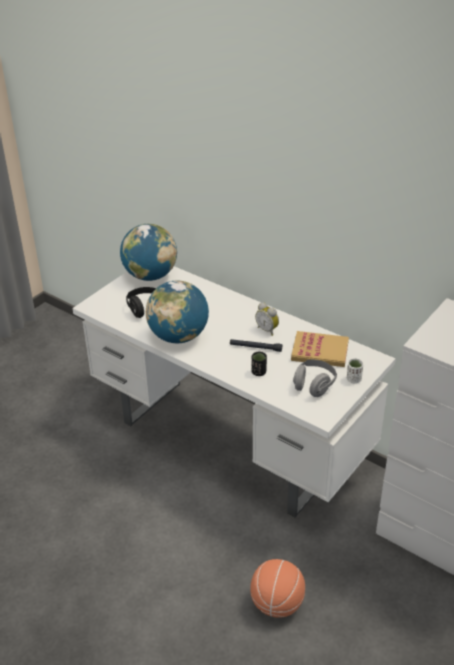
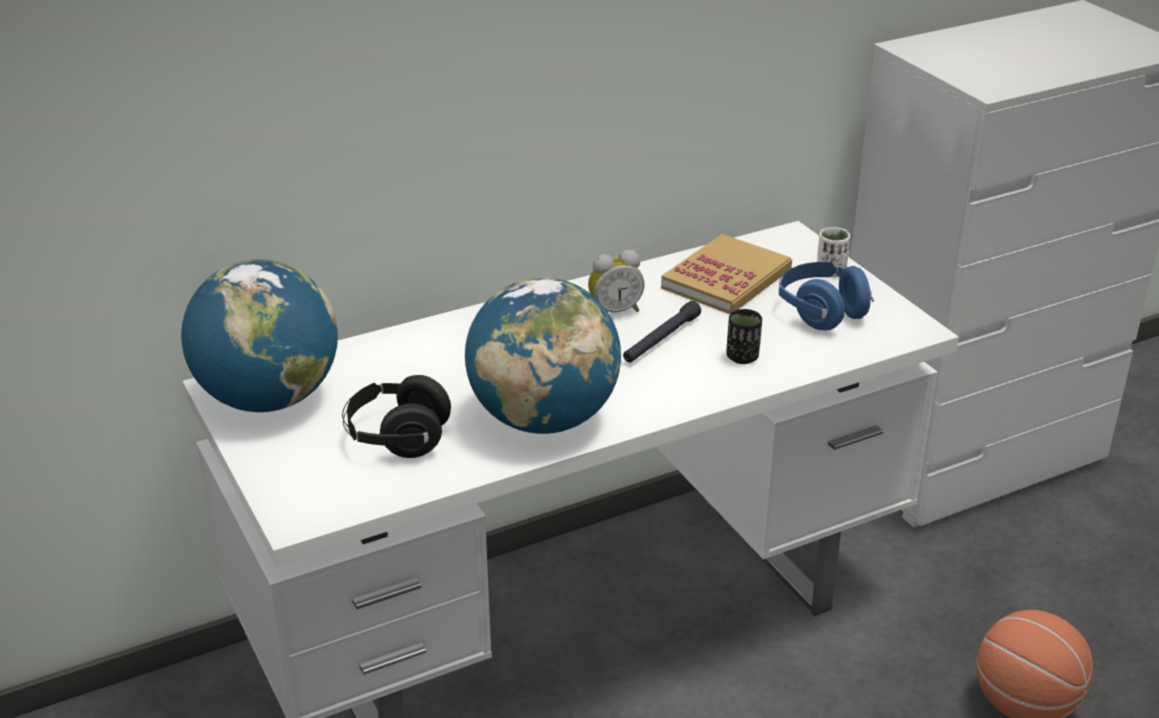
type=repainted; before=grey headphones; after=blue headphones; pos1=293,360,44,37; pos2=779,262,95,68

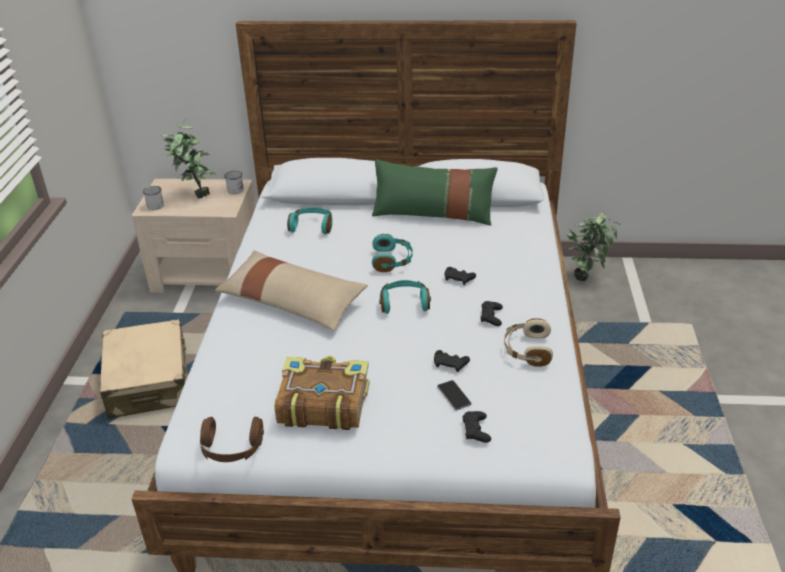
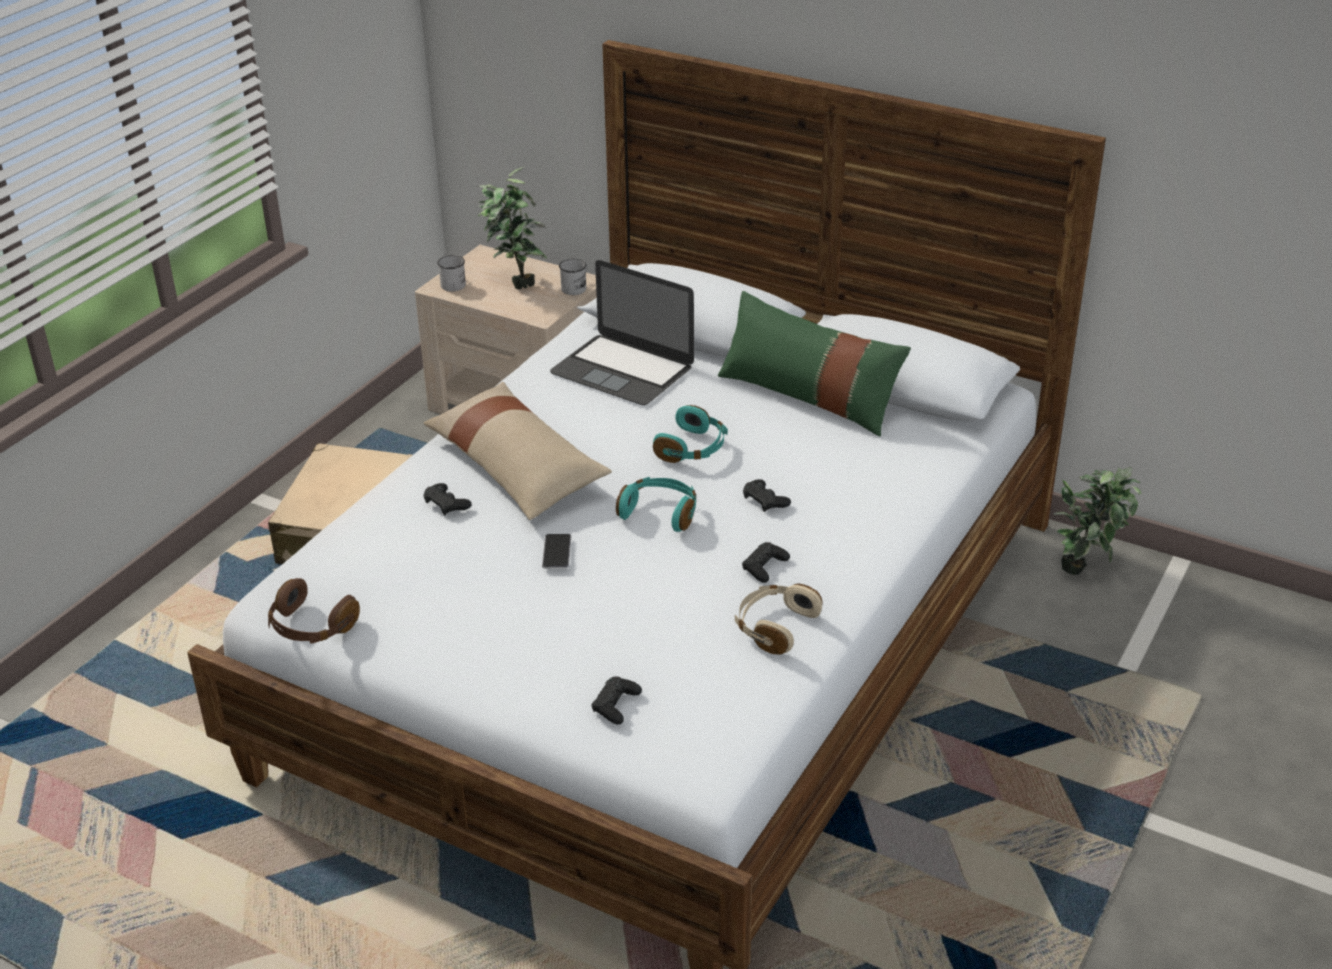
type=swapped; before=turquoise headphones; after=laptop; pos1=287,208,46,27; pos2=550,260,144,145
type=shifted; before=black game controller; pos1=434,350,36,22; pos2=423,483,49,33
type=gone; before=book; pos1=274,356,95,74
type=shifted; before=phone; pos1=437,380,35,30; pos2=542,534,29,35

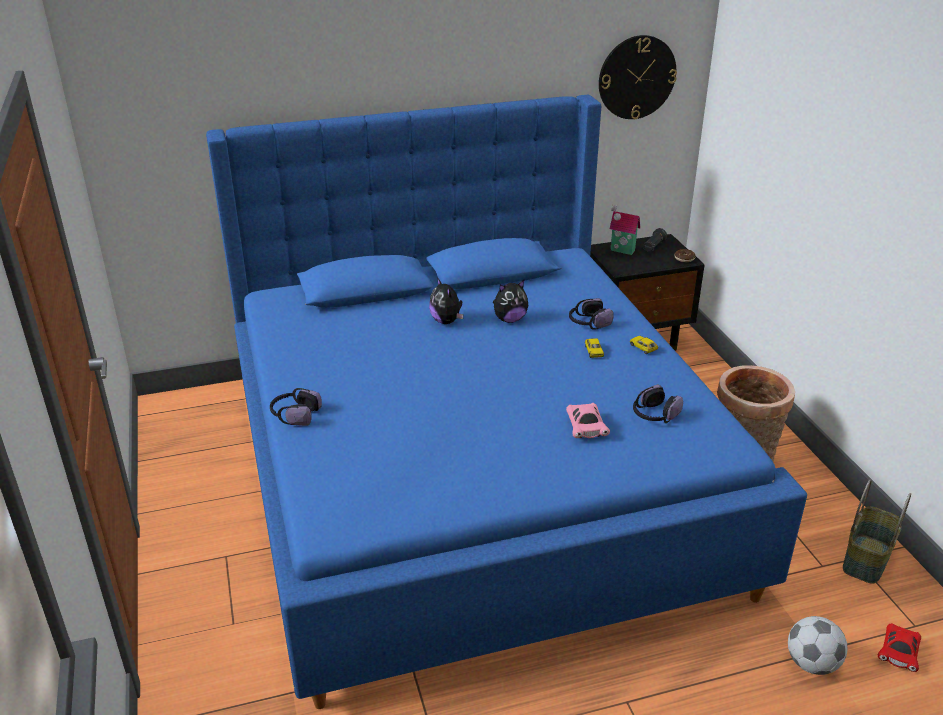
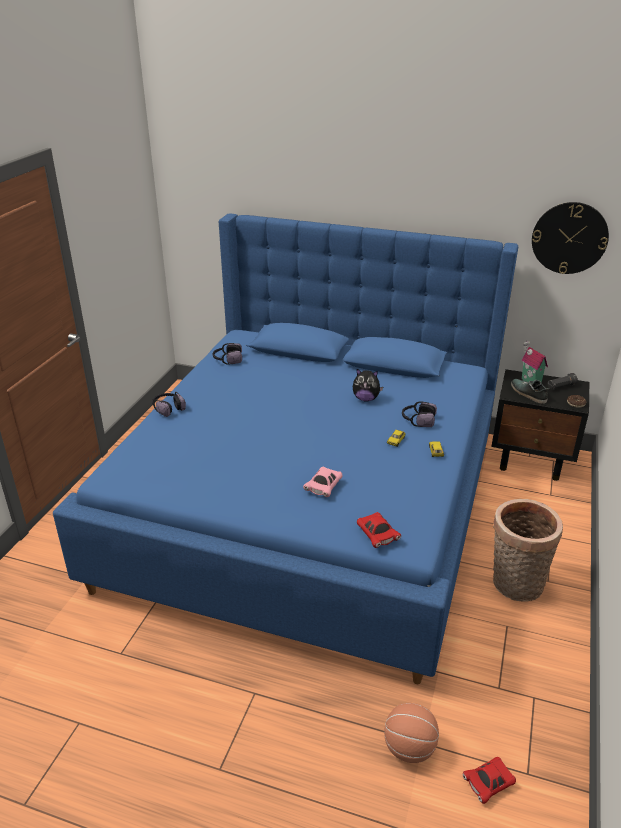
type=gone; before=plush toy; pos1=429,277,34,47
type=shifted; before=headphones; pos1=633,384,50,39; pos2=213,343,29,22
type=gone; before=basket; pos1=843,479,68,105
type=swapped; before=football; after=basketball; pos1=788,616,59,59; pos2=384,703,55,60
type=new; after=shoe; pos2=511,379,39,25
type=new; after=red toy car; pos2=357,512,44,36

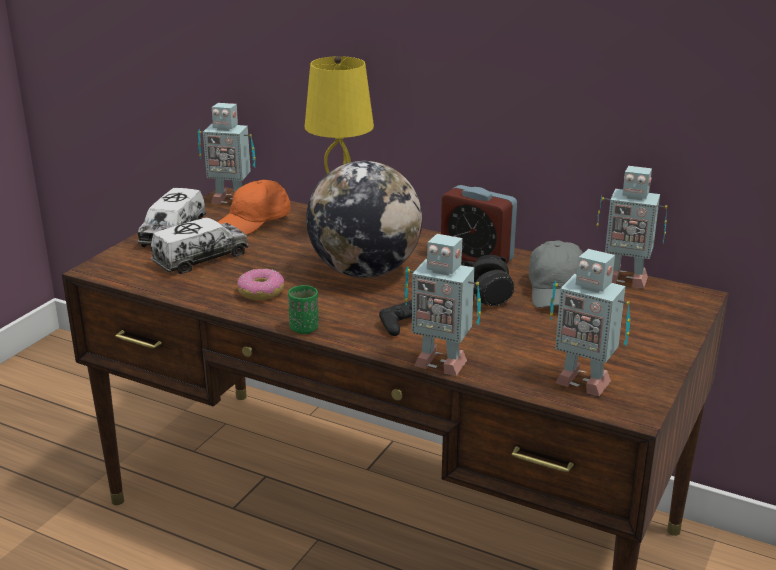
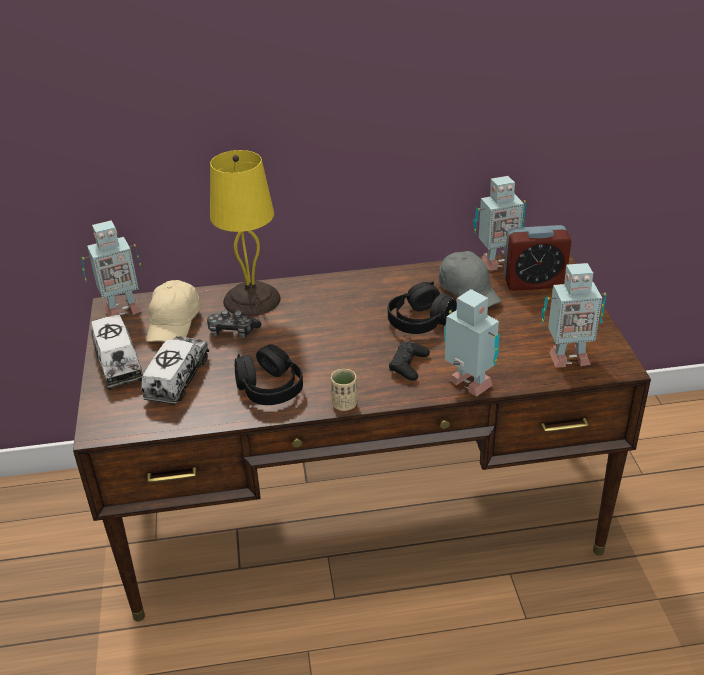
type=gone; before=globe; pos1=306,161,116,117
type=repainted; before=orange cap; after=beige cap; pos1=218,180,73,55; pos2=146,280,55,62
type=shifted; before=alarm clock; pos1=441,185,76,78; pos2=504,225,68,66
type=rotated; before=toy robot; pos1=404,234,77,142; pos2=444,289,56,107; turn=-120
type=swapped; before=donut; after=black headphones; pos1=237,269,48,31; pos2=235,344,68,61
type=repainted; before=green cup; after=beige cup; pos1=288,285,30,49; pos2=331,369,26,42
type=new; after=game controller; pos2=207,310,54,28

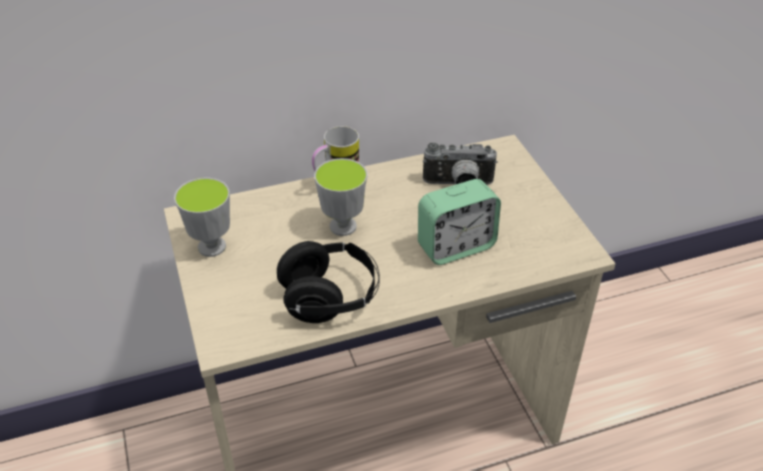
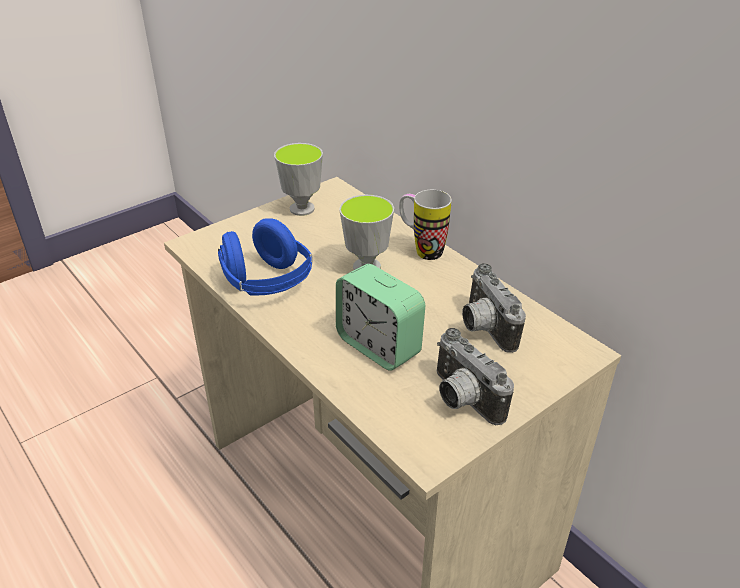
type=repainted; before=black headphones; after=blue headphones; pos1=277,241,103,82; pos2=218,218,95,77
type=new; after=photo camera; pos2=437,328,77,97

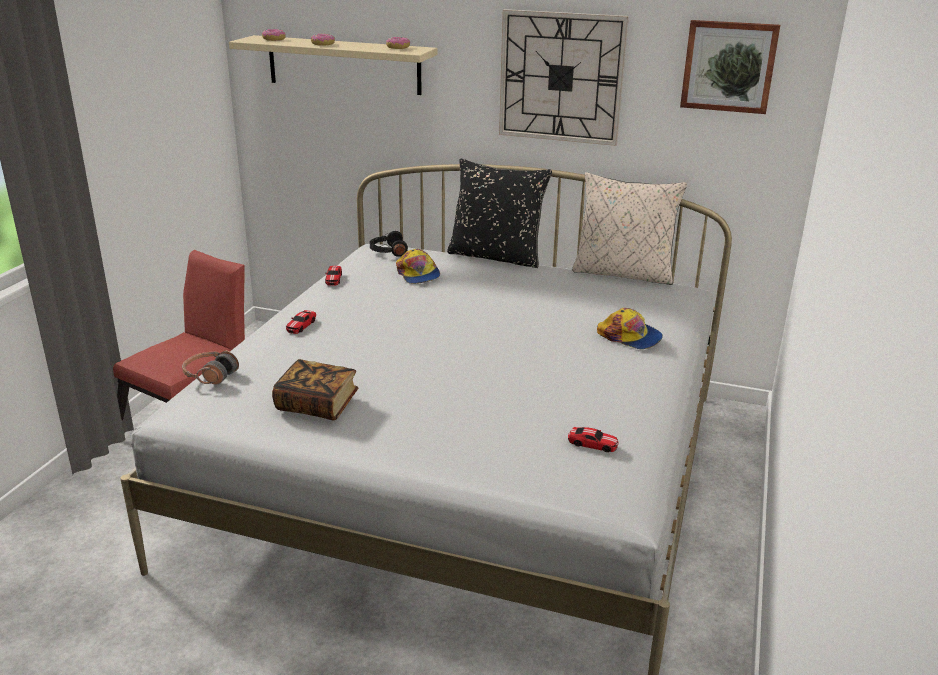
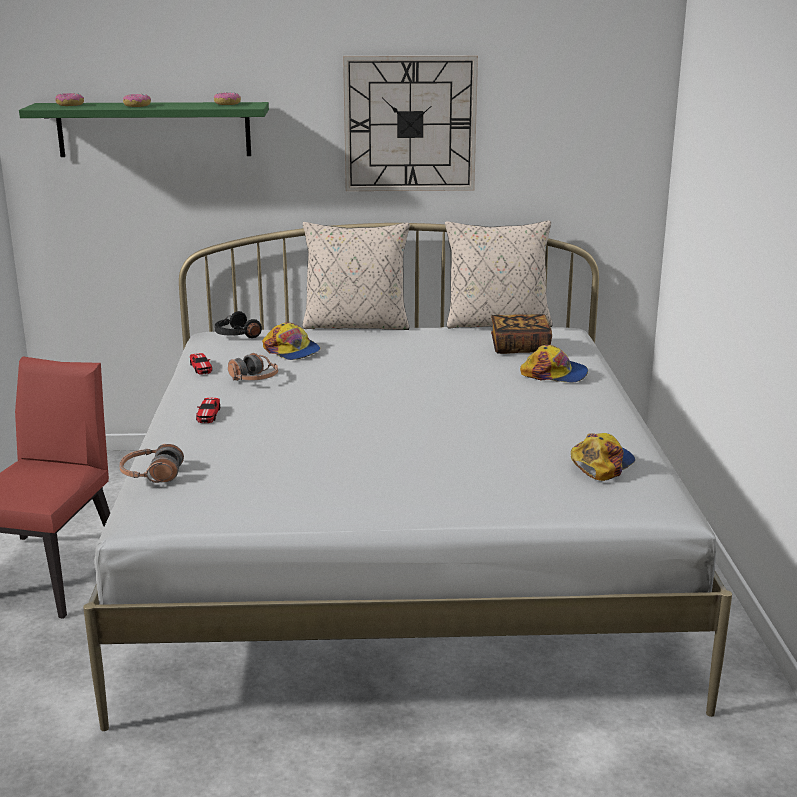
type=gone; before=picture; pos1=680,20,100,94
type=repainted; before=beige shelf; after=green shelf; pos1=229,35,209,60; pos2=19,102,250,55
type=repainted; before=black pillow; after=beige pillow; pos1=447,158,105,110; pos2=302,222,108,108
type=shifted; before=book; pos1=272,359,86,61; pos2=491,314,61,40
type=swapped; before=toy car; after=cap; pos1=568,427,51,25; pos2=571,433,64,48
type=new; after=headphones; pos2=228,353,50,28

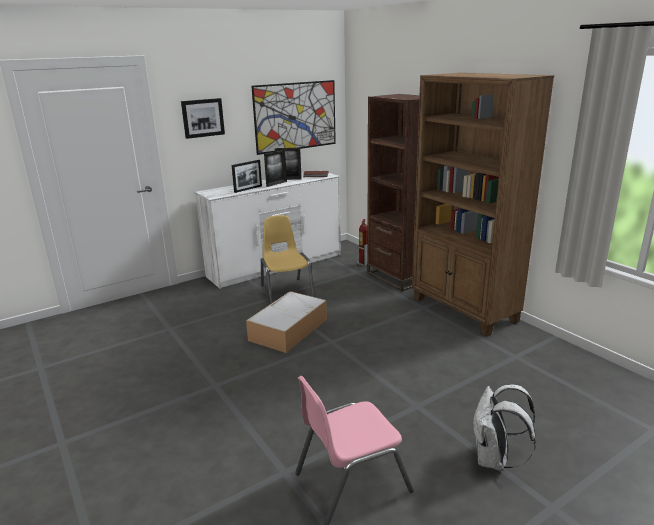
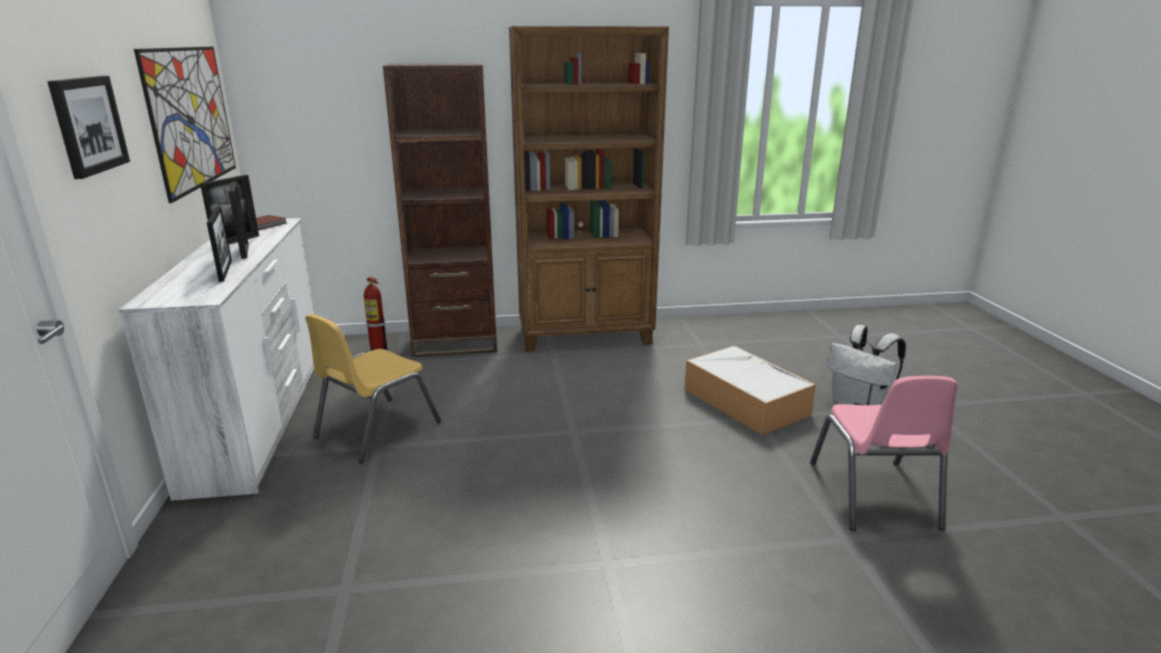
type=rotated; before=yellow chair; pos1=261,215,54,89; pos2=305,314,136,149; turn=-60
type=shifted; before=storage box; pos1=246,291,81,62; pos2=684,346,132,89

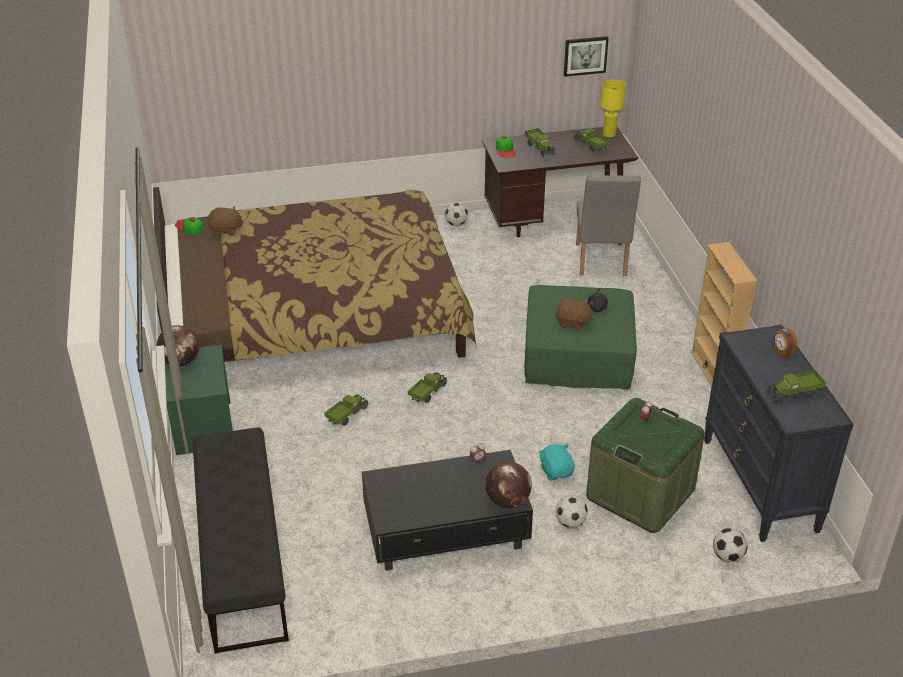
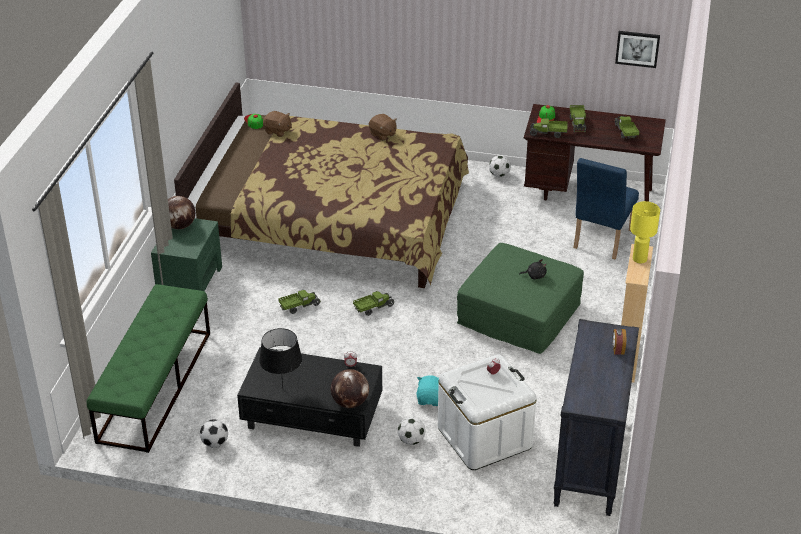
type=shifted; before=yellow table lamp; pos1=600,80,26,57; pos2=630,201,30,62
type=repainted; before=grey chair; after=blue chair; pos1=576,175,65,101; pos2=574,158,65,101
type=shifted; before=brown plush toy; pos1=556,297,38,34; pos2=369,114,28,27
type=shifted; before=toy truck; pos1=765,370,61,34; pos2=529,118,39,20
type=repainted; before=green storage box; after=white storage box; pos1=586,398,119,135; pos2=438,354,99,116
type=repainted; before=black bench; after=green bench; pos1=193,428,96,226; pos2=87,284,123,169
type=shifted; before=football; pos1=713,528,35,34; pos2=200,419,28,29
type=new; after=black table lamp; pos2=259,328,43,60

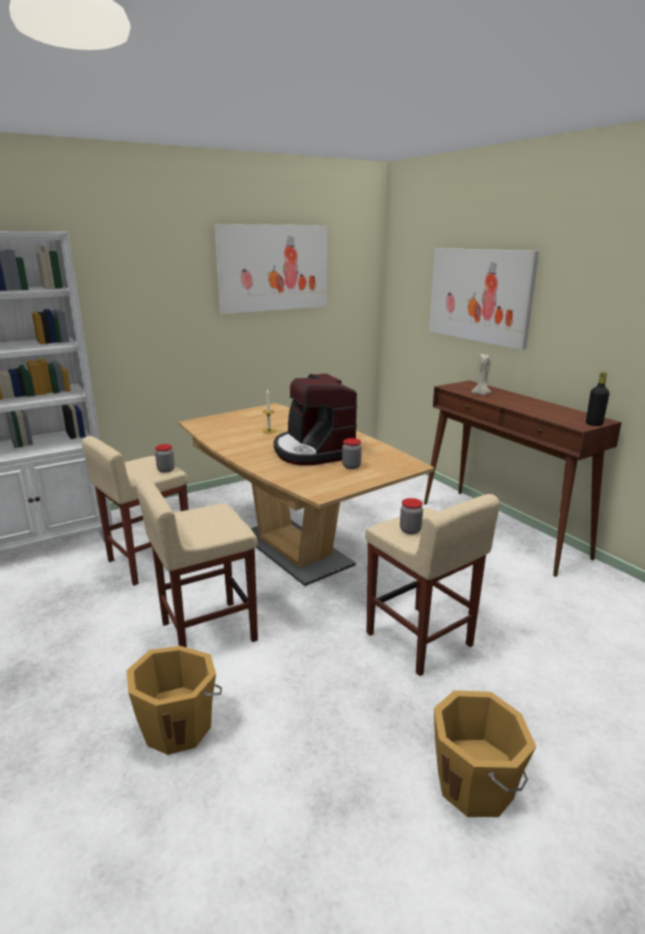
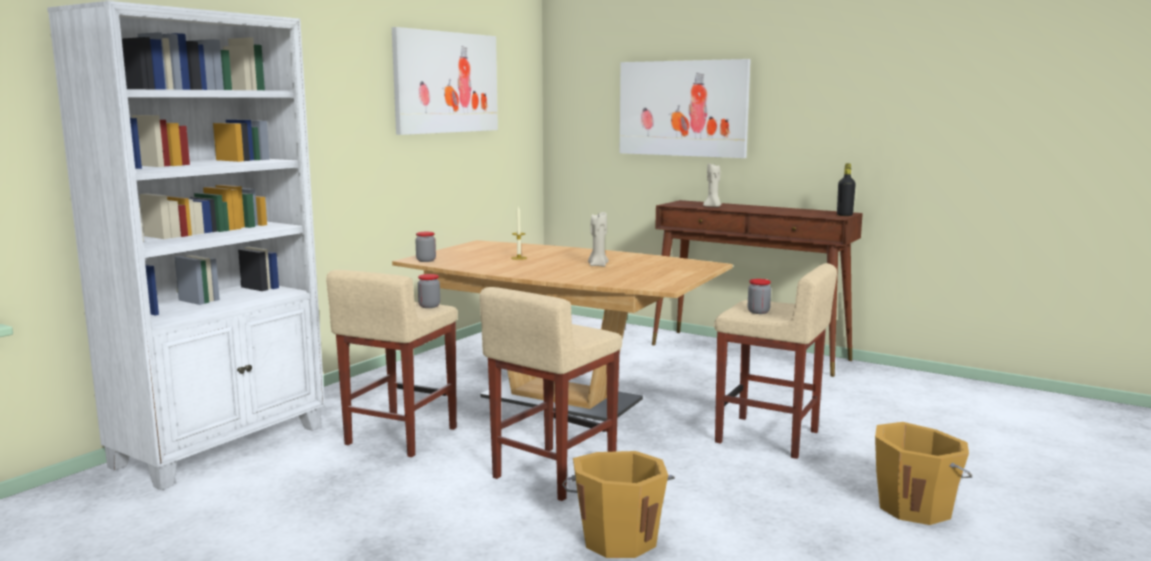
type=swapped; before=coffee machine; after=beige candle; pos1=274,373,83,92; pos2=588,212,21,55
type=shifted; before=jar; pos1=342,438,20,31; pos2=415,232,21,30

